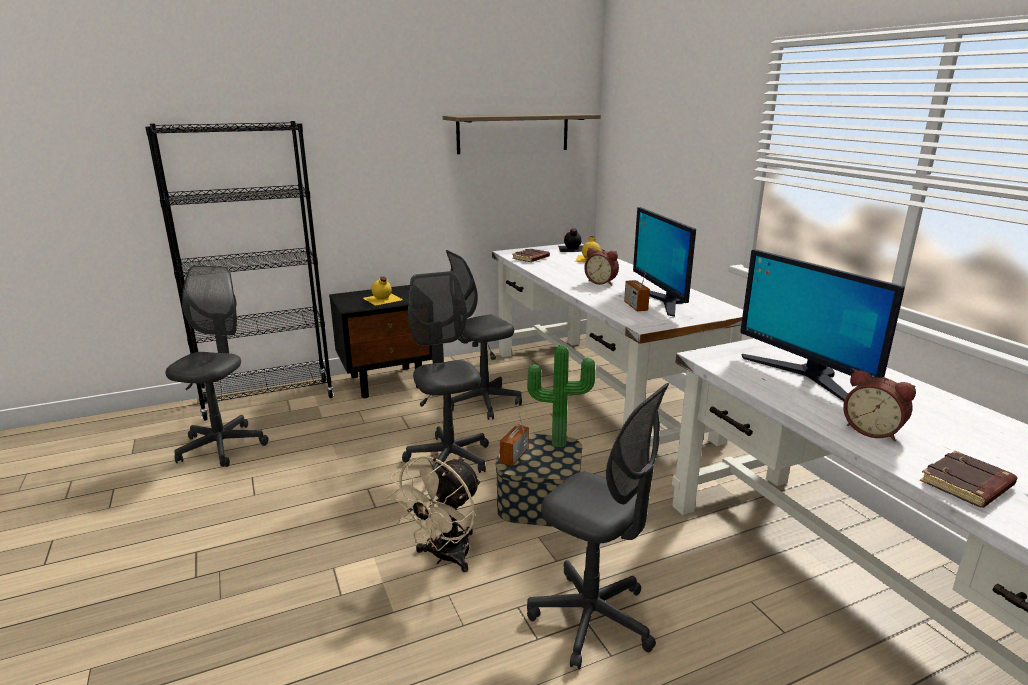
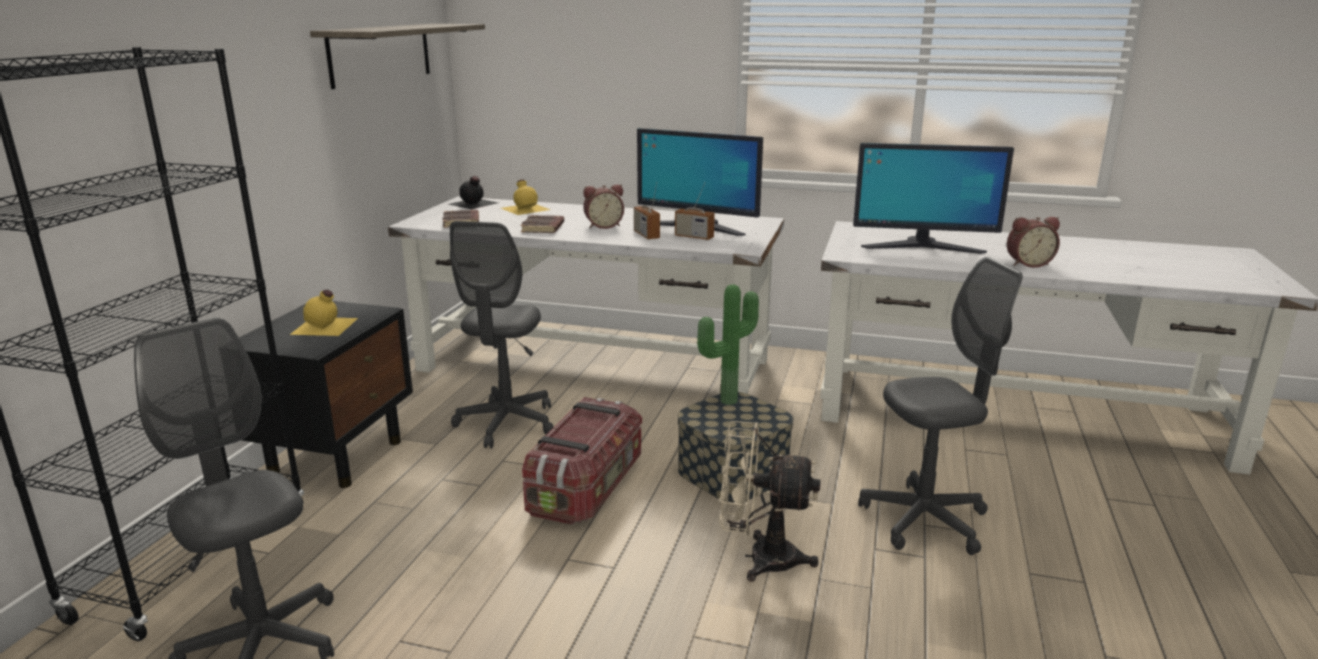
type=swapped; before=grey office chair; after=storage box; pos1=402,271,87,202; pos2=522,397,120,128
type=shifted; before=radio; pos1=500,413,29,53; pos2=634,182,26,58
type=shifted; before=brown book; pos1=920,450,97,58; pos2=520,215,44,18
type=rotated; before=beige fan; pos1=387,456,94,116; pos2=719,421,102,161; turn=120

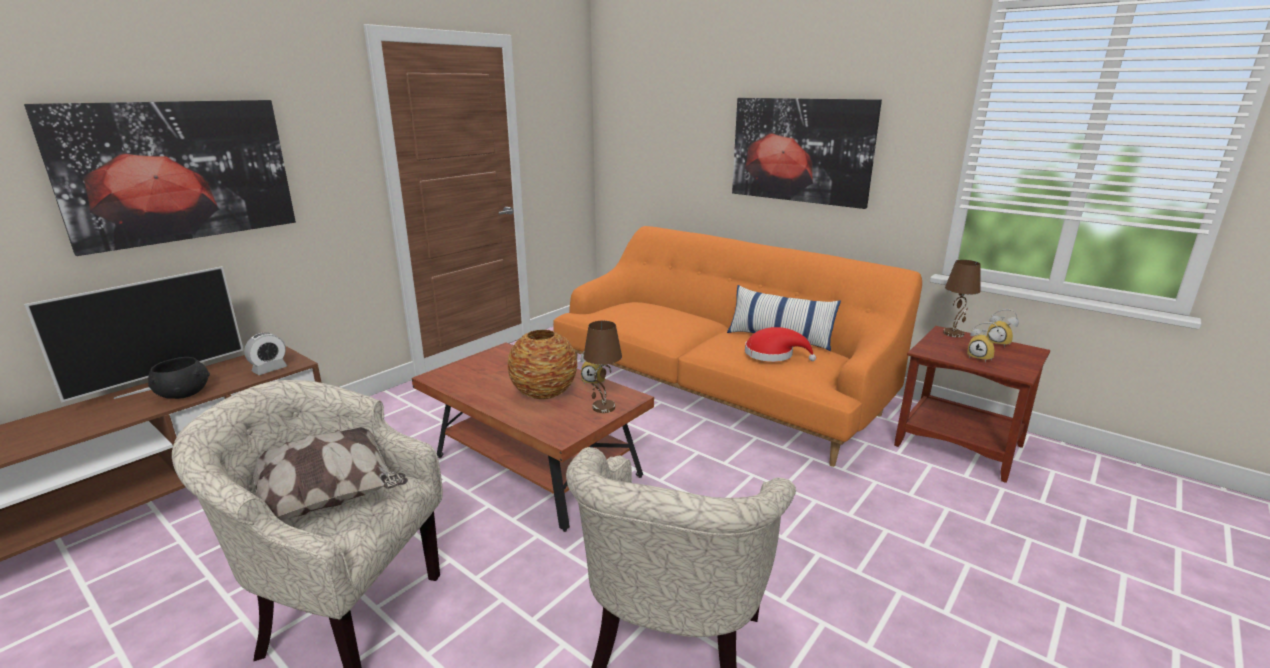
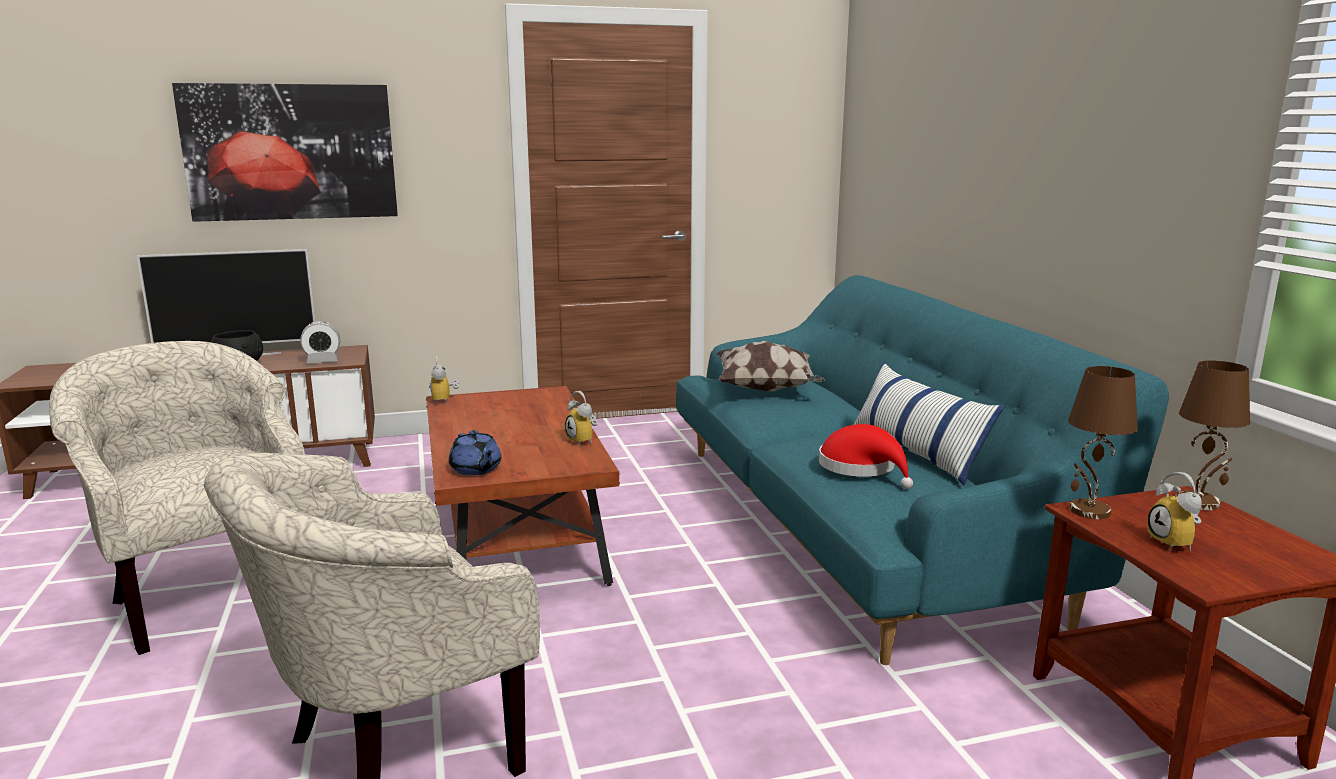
type=gone; before=picture; pos1=732,98,150,111
type=repainted; before=orange sofa; after=turquoise sofa; pos1=553,226,369,241; pos2=676,275,493,390
type=shifted; before=alarm clock; pos1=987,309,32,38; pos2=429,356,30,48
type=shifted; before=brown table lamp; pos1=583,321,39,92; pos2=1068,366,70,153
type=gone; before=vase; pos1=508,329,70,70
type=shifted; before=pillow; pos1=253,427,155,94; pos2=716,341,109,51
type=new; after=blue teapot; pos2=449,430,52,45

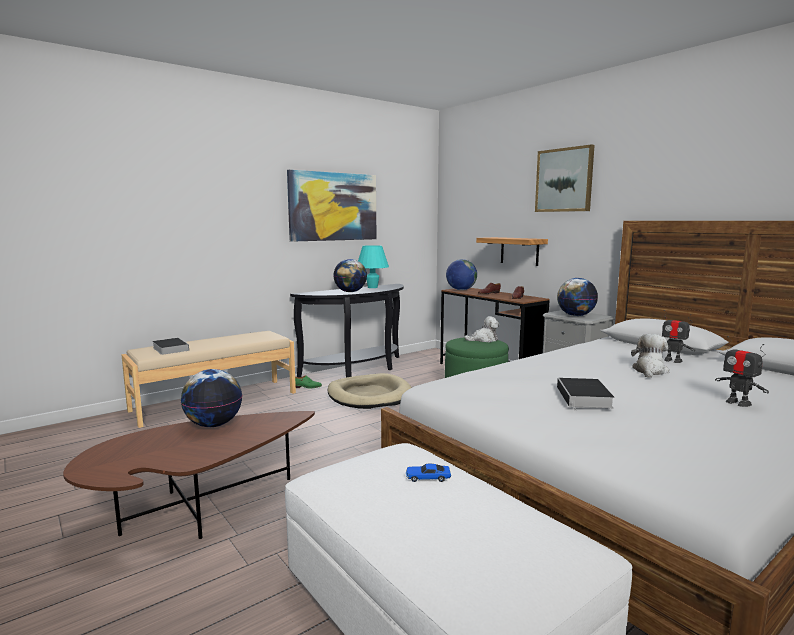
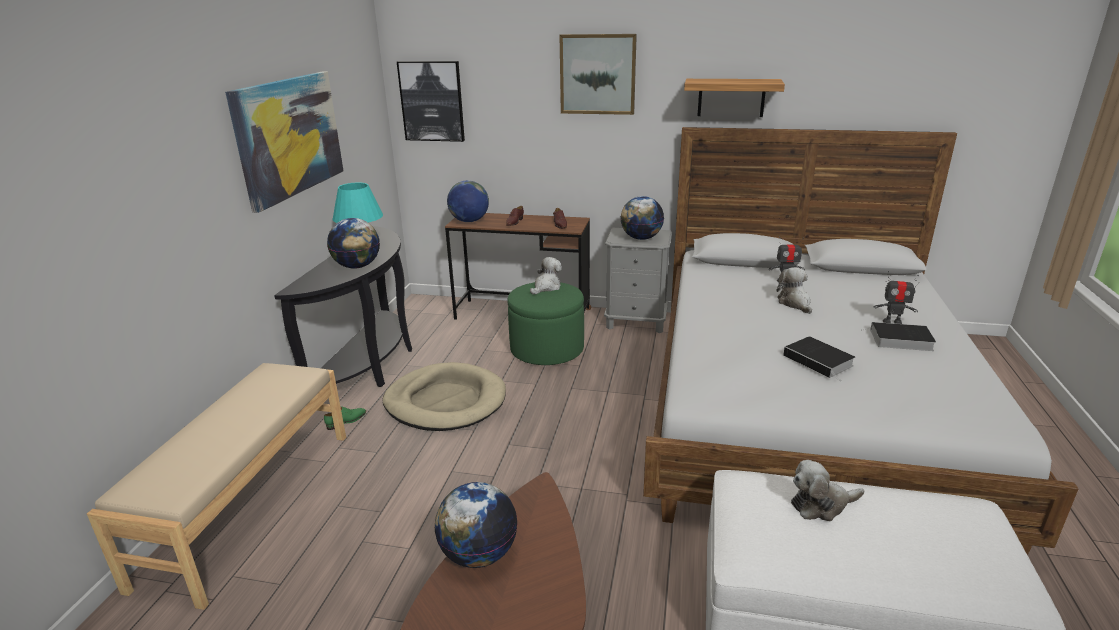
type=shifted; before=shelf; pos1=476,237,72,29; pos2=684,79,101,38
type=shifted; before=book; pos1=152,338,37,17; pos2=861,322,75,29
type=swapped; before=toy car; after=plush toy; pos1=406,464,45,18; pos2=791,460,73,61
type=new; after=picture; pos2=397,61,68,81

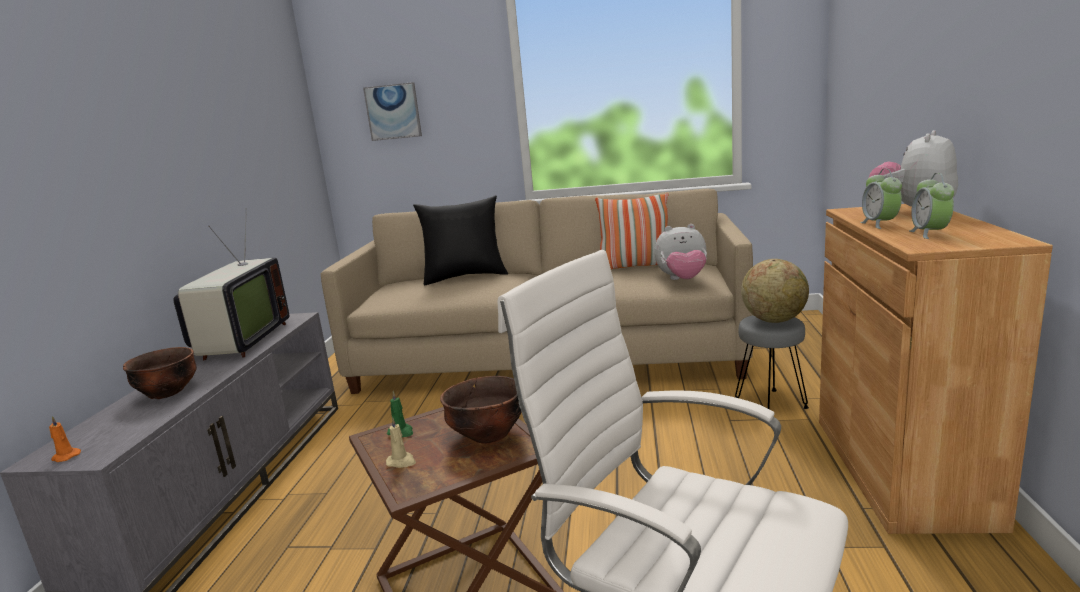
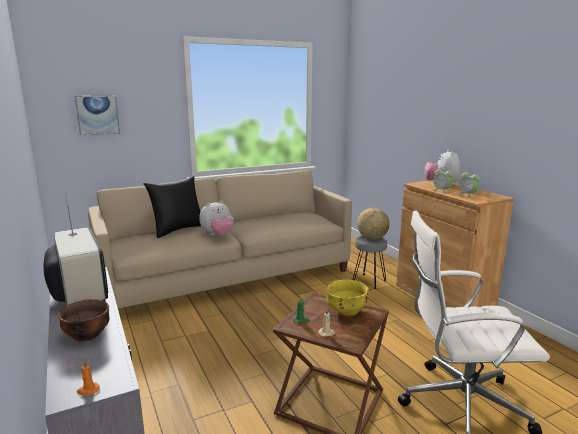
type=gone; before=pillow; pos1=595,193,74,76
type=shifted; before=plush toy; pos1=654,224,53,56; pos2=199,201,35,35
type=repainted; before=brown bowl; after=yellow bowl; pos1=440,376,81,68; pos2=326,280,43,36

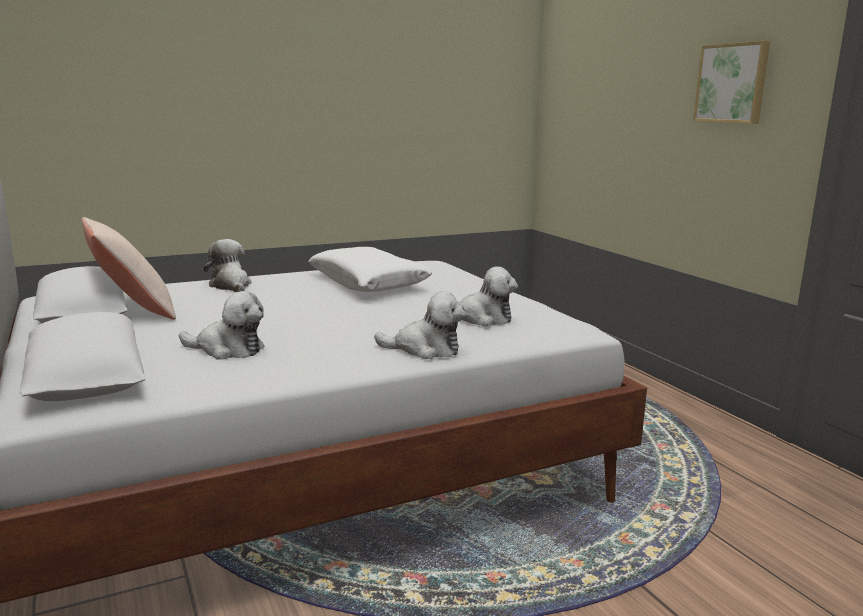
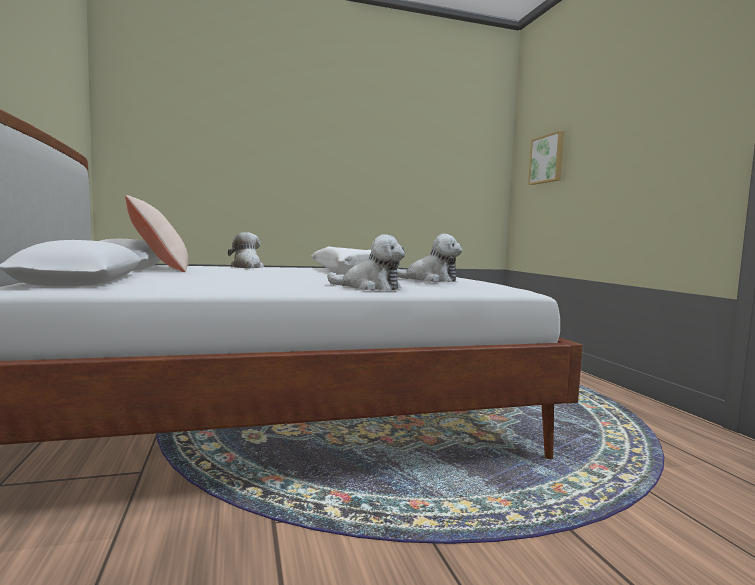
type=shifted; before=picture; pos1=693,41,77,83; pos2=528,131,36,54
type=gone; before=plush toy; pos1=179,291,86,69

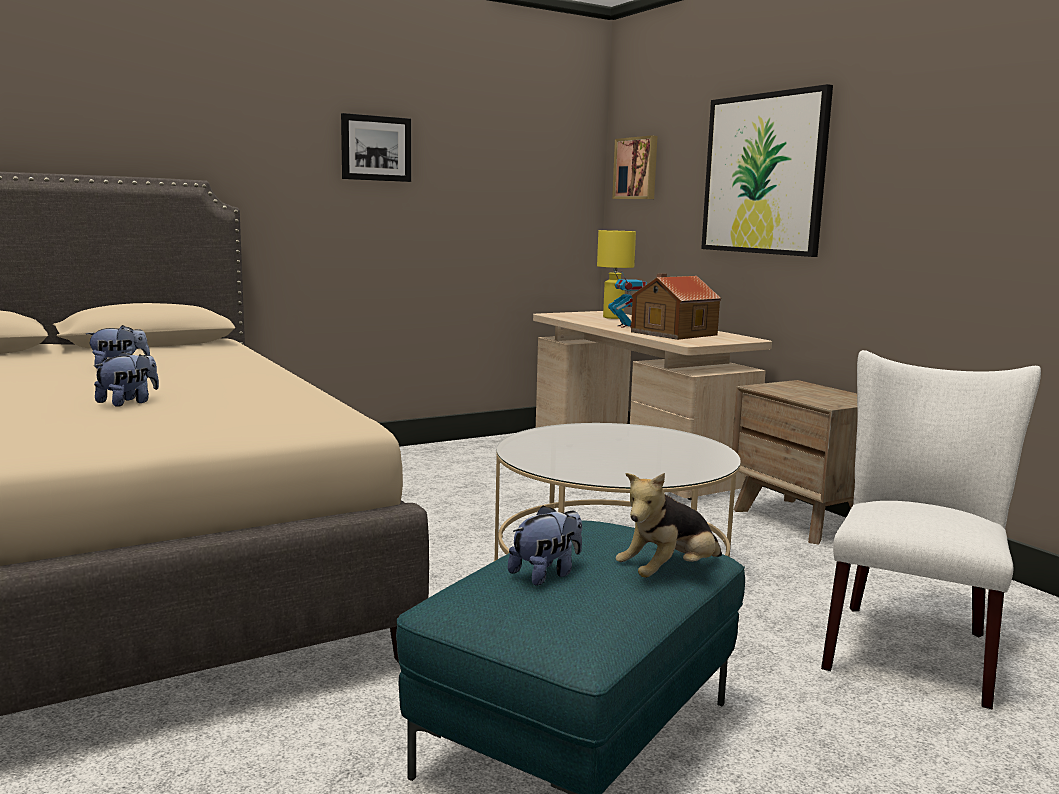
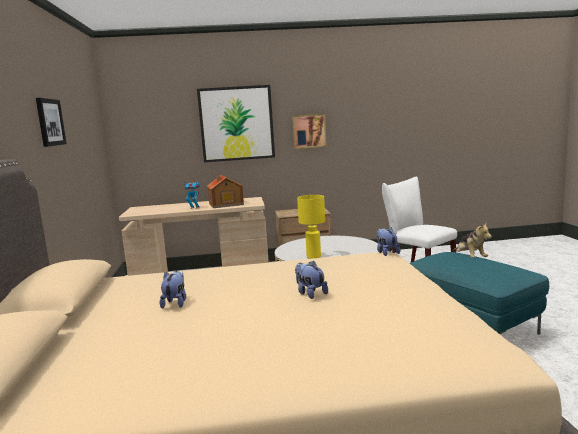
type=shifted; before=picture; pos1=612,135,45,64; pos2=292,114,35,35
type=shifted; before=yellow table lamp; pos1=597,230,39,89; pos2=297,195,28,64
type=shifted; before=plush toy; pos1=508,505,74,81; pos2=376,227,24,29

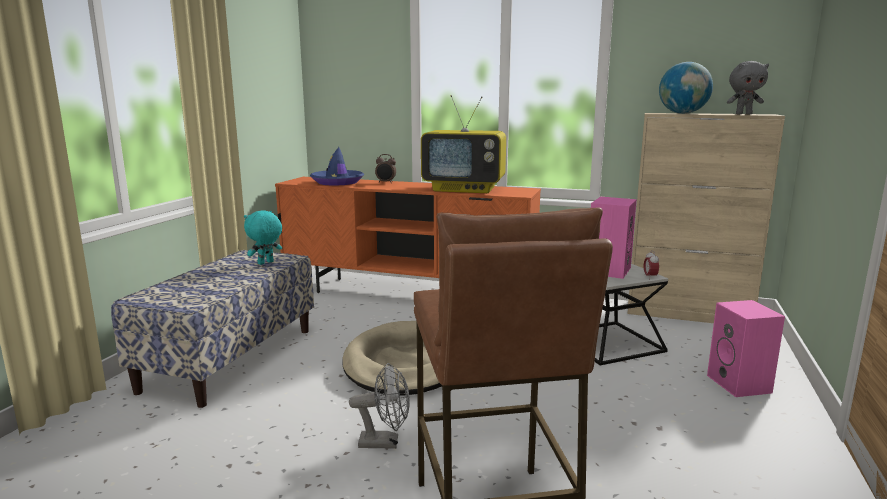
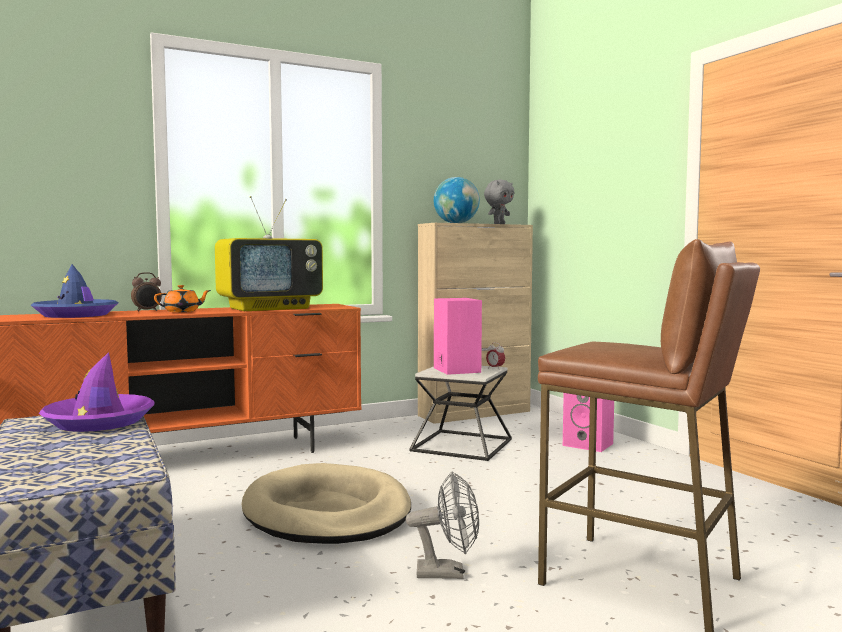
type=swapped; before=turquoise plush toy; after=purple hat; pos1=244,210,38,55; pos2=39,352,116,80
type=rotated; before=grey fan; pos1=349,363,61,86; pos2=406,471,73,108; turn=45
type=new; after=orange teapot; pos2=154,285,57,27

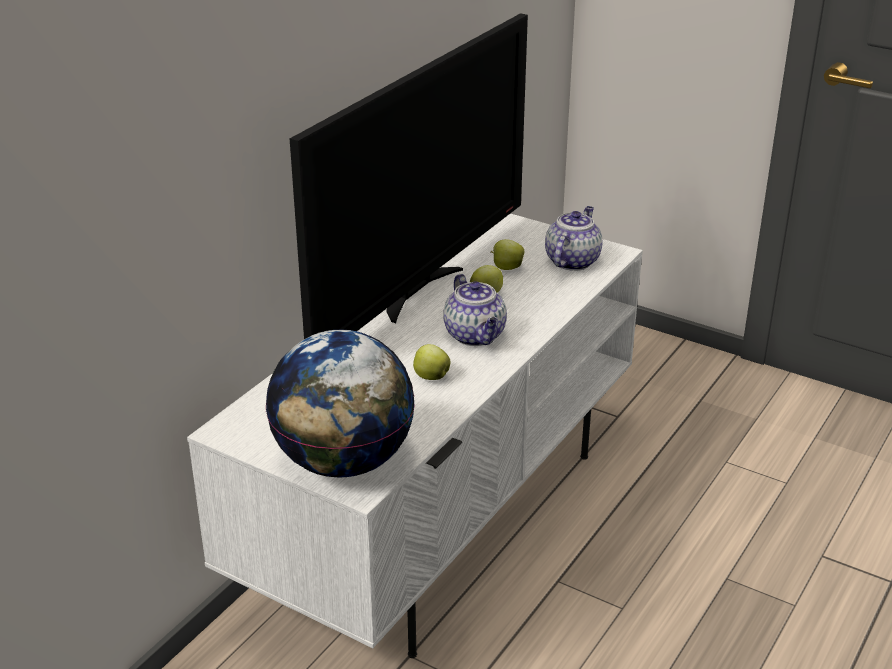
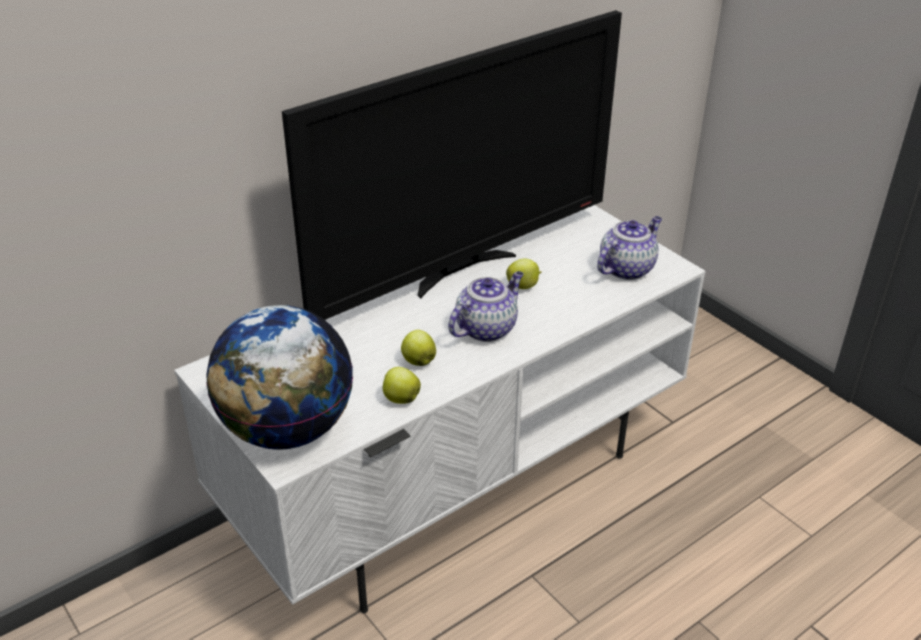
type=shifted; before=apple; pos1=491,239,34,31; pos2=383,367,38,37
type=rotated; before=teapot; pos1=443,274,64,72; pos2=448,271,75,71; turn=-135

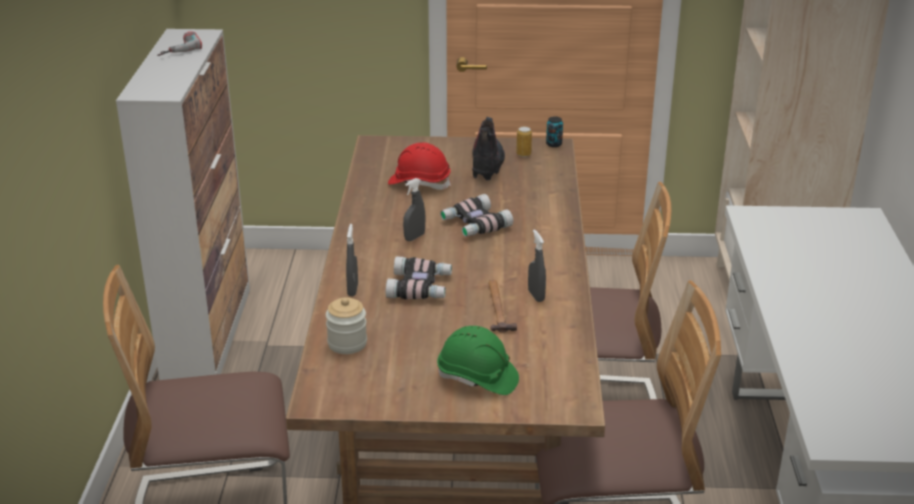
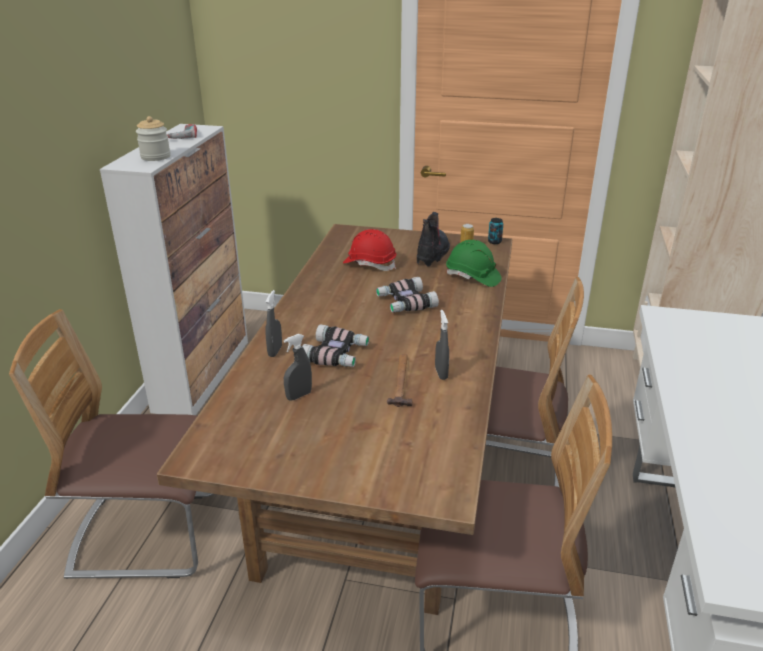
type=shifted; before=grey spray bottle; pos1=403,178,22,63; pos2=284,334,28,67
type=shifted; before=jar; pos1=326,297,41,57; pos2=136,116,35,45
type=shifted; before=green hard hat; pos1=437,326,82,69; pos2=446,240,55,47

